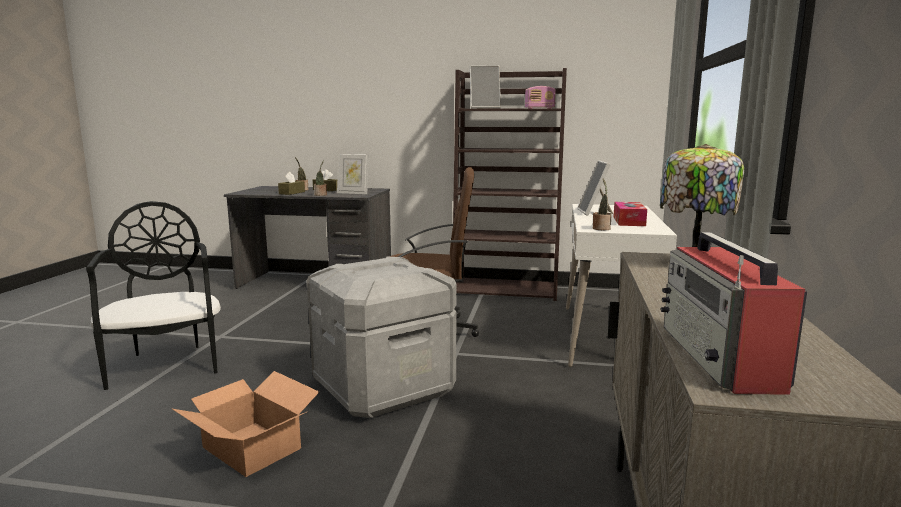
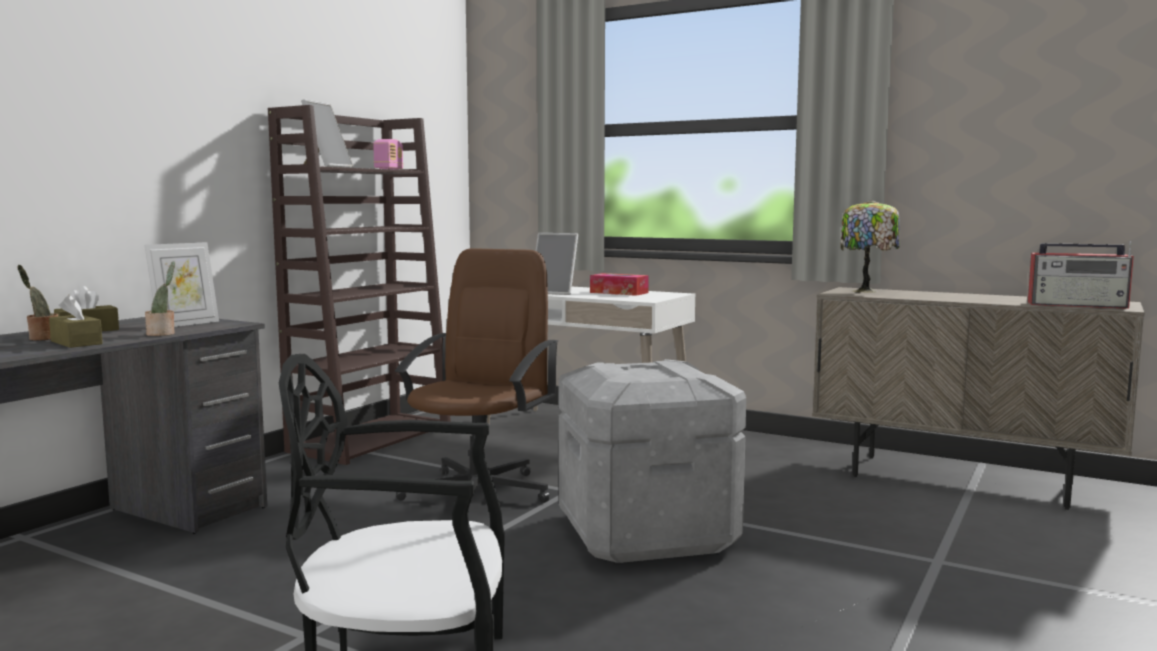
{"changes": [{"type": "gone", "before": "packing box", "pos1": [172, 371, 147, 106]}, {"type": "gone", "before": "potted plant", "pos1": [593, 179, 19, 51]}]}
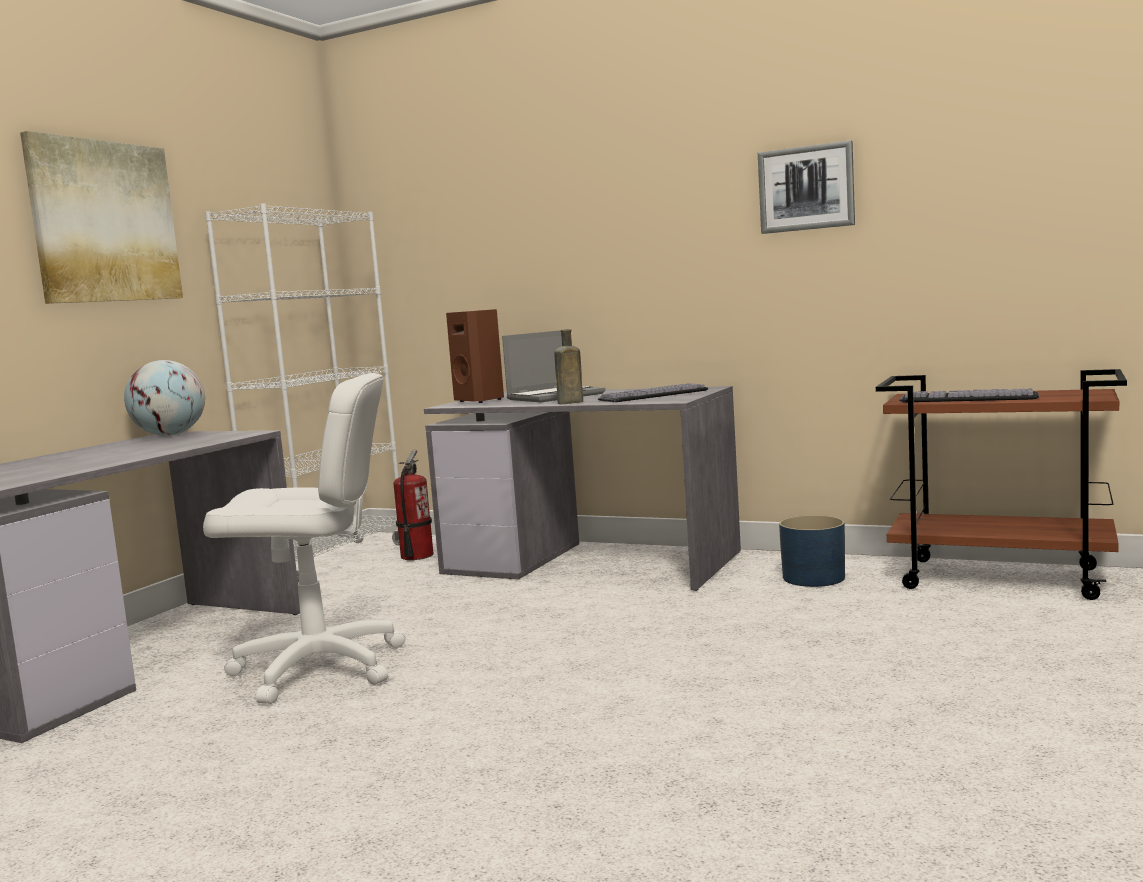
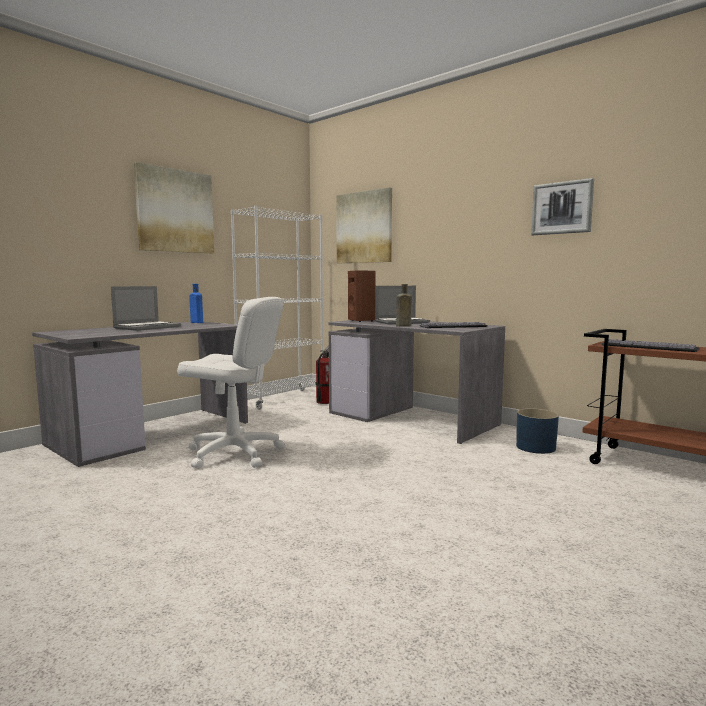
{"changes": [{"type": "swapped", "before": "desk globe", "after": "blue bottle", "pos1": [124, 360, 81, 76], "pos2": [189, 284, 14, 39]}, {"type": "new", "after": "laptop", "pos2": [111, 286, 70, 45]}, {"type": "new", "after": "wall art", "pos2": [336, 187, 56, 76]}]}
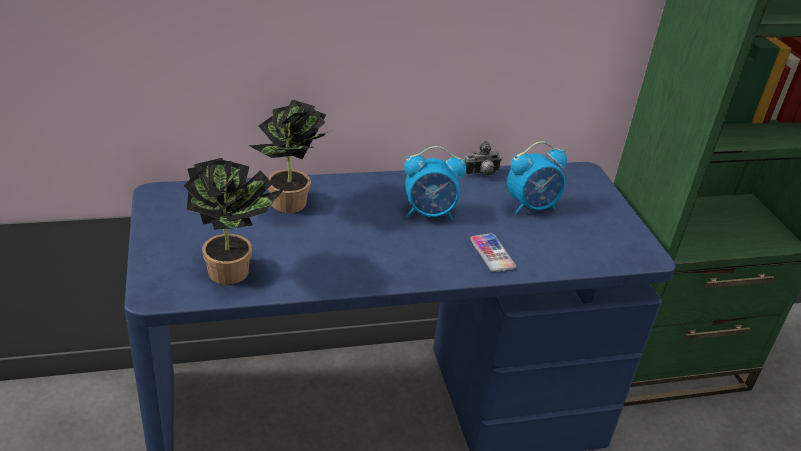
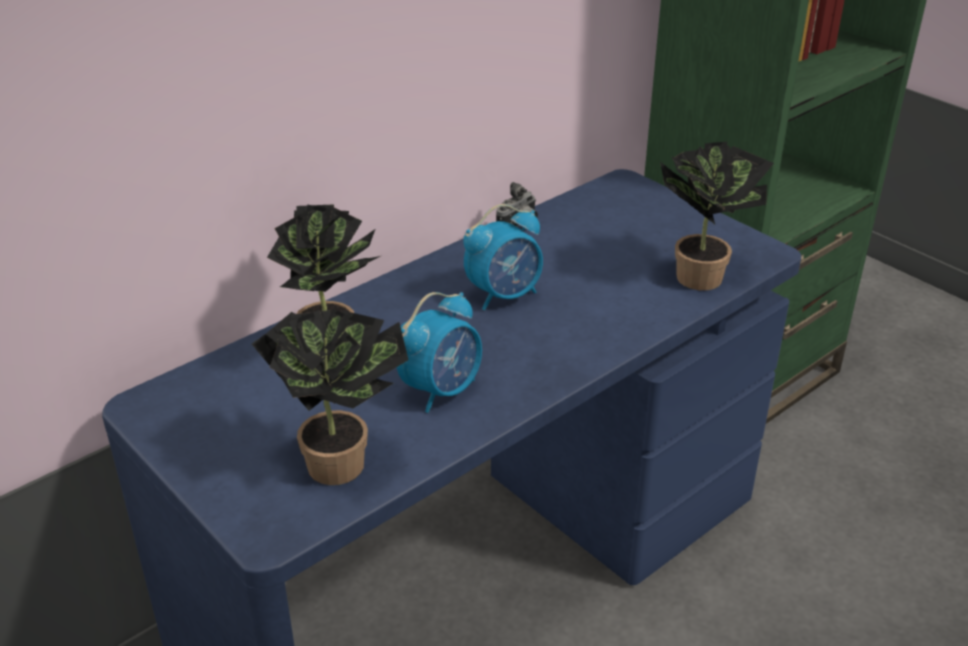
{"changes": [{"type": "gone", "before": "phone", "pos1": [470, 233, 46, 39]}, {"type": "shifted", "before": "bedside clock", "pos1": [507, 141, 60, 74], "pos2": [397, 292, 85, 121]}, {"type": "new", "after": "potted plant", "pos2": [660, 142, 114, 149]}]}
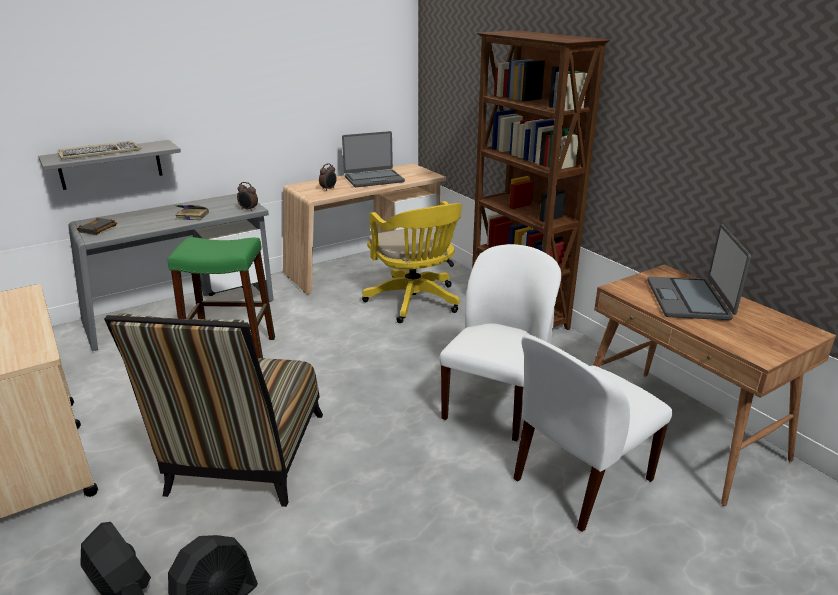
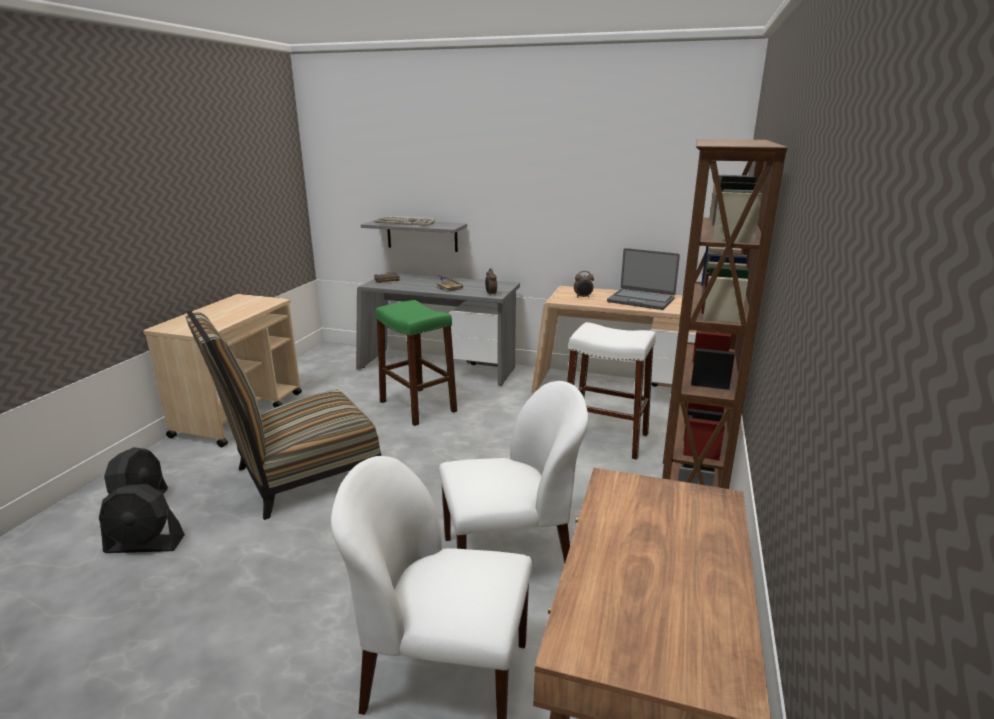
{"changes": [{"type": "swapped", "before": "yellowish desk chair", "after": "whitish stool", "pos1": [362, 201, 100, 122], "pos2": [567, 322, 89, 138]}, {"type": "gone", "before": "laptop", "pos1": [647, 224, 104, 96]}]}
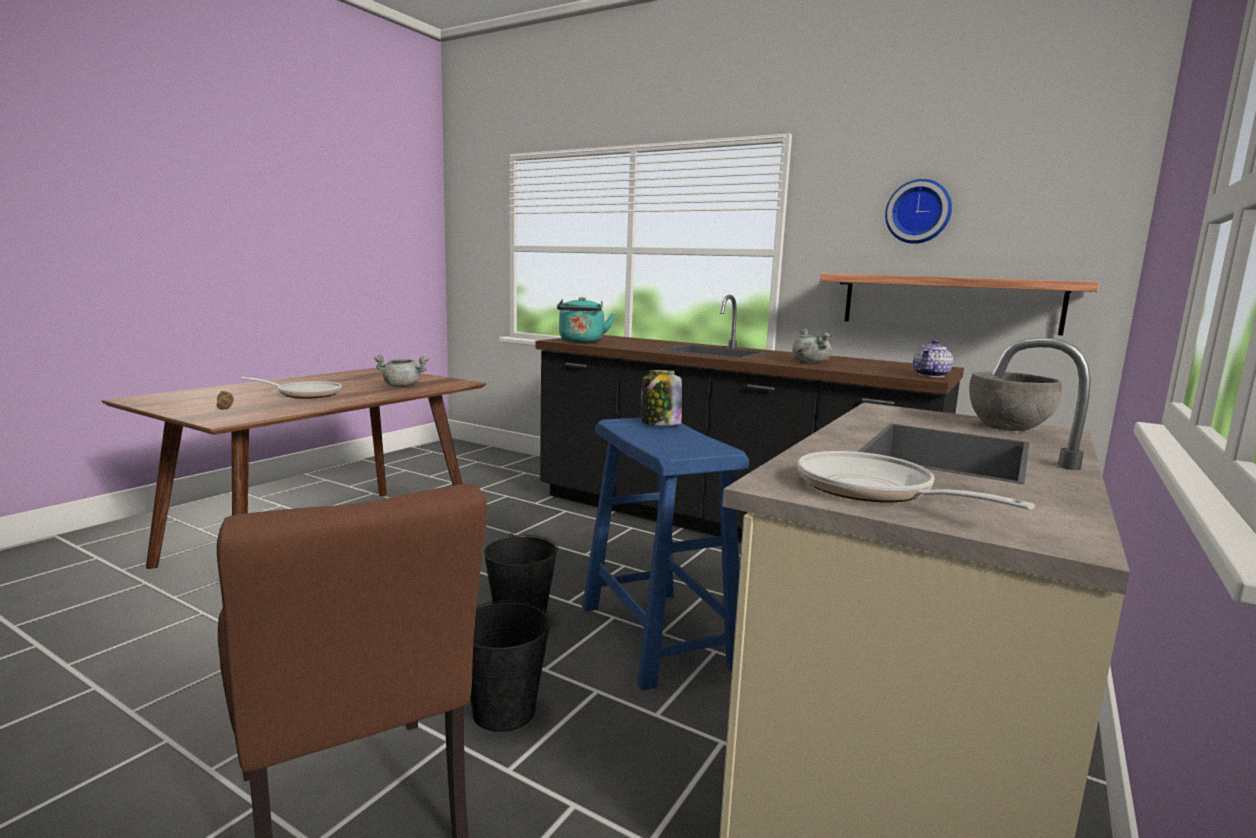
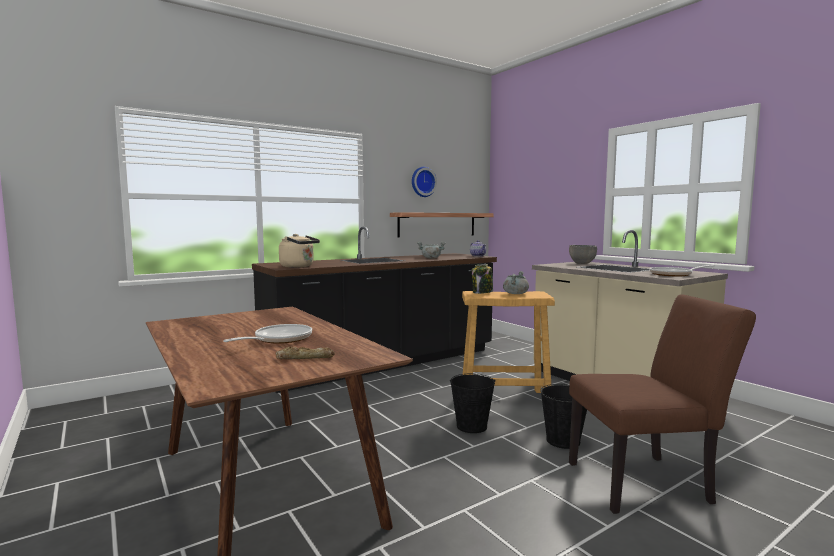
{"changes": [{"type": "shifted", "before": "gray stockpot", "pos1": [374, 355, 55, 32], "pos2": [503, 271, 26, 23]}, {"type": "repainted", "before": "turquoise-coloured kettle", "after": "sand-coloured kettle", "pos1": [557, 297, 57, 46], "pos2": [279, 234, 41, 34]}, {"type": "repainted", "before": "blue stool", "after": "sand-coloured stool", "pos1": [582, 418, 167, 273], "pos2": [462, 291, 93, 102]}]}
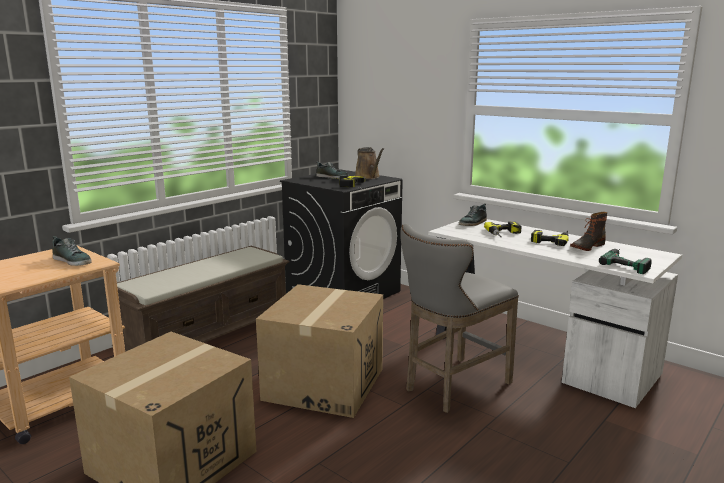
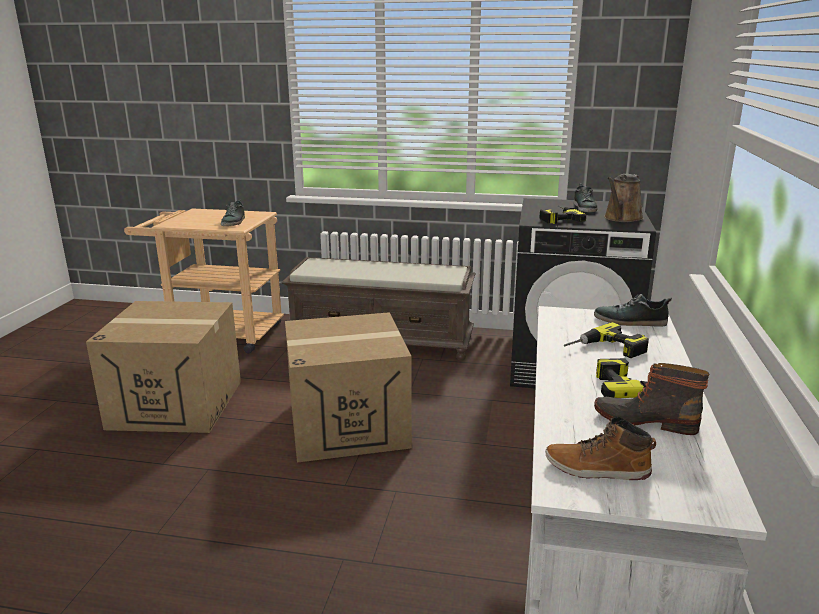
{"changes": [{"type": "gone", "before": "gray stool", "pos1": [400, 224, 119, 189]}, {"type": "swapped", "before": "electric drill", "after": "tall boot", "pos1": [599, 249, 53, 25], "pos2": [545, 417, 111, 63]}]}
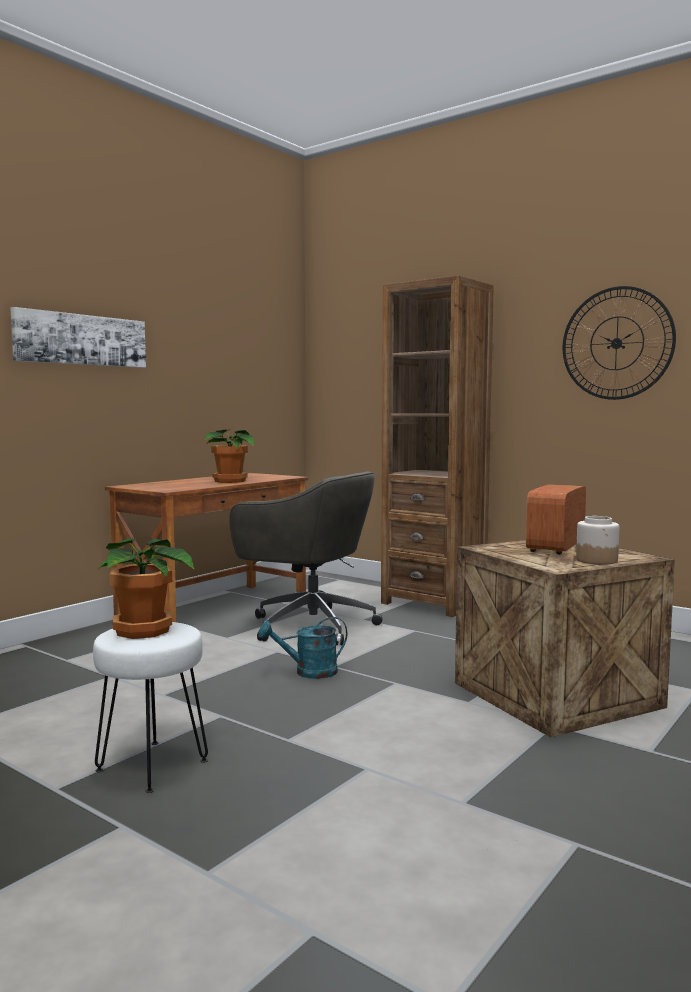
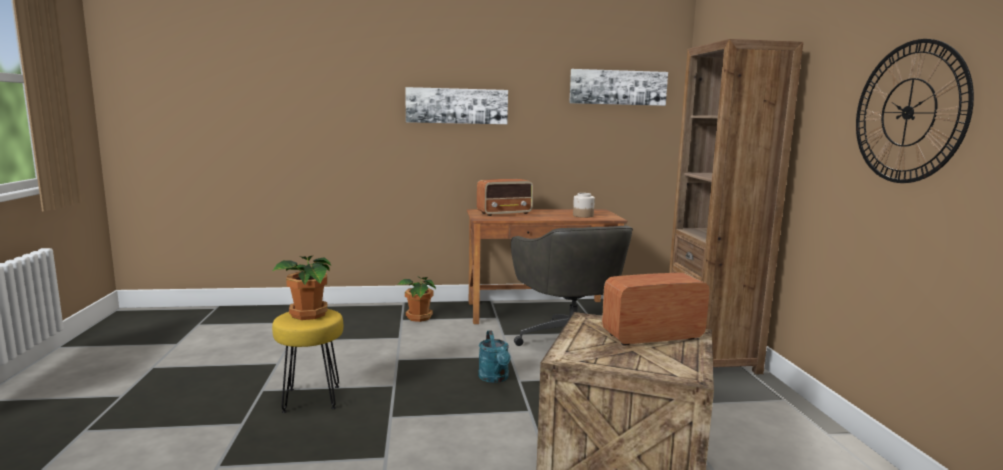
{"changes": [{"type": "repainted", "before": "whitish stool", "after": "yellowish stool", "pos1": [93, 622, 115, 171], "pos2": [272, 309, 71, 104]}, {"type": "shifted", "before": "potted plant", "pos1": [205, 429, 49, 54], "pos2": [398, 277, 38, 45]}, {"type": "rotated", "before": "turquoise-coloured watering pot", "pos1": [259, 617, 88, 62], "pos2": [478, 330, 33, 53], "turn": -135}, {"type": "shifted", "before": "preserve jar", "pos1": [576, 516, 43, 48], "pos2": [573, 193, 22, 25]}, {"type": "new", "after": "radio receiver", "pos2": [477, 179, 56, 37]}, {"type": "new", "after": "wall art", "pos2": [569, 69, 99, 37]}]}
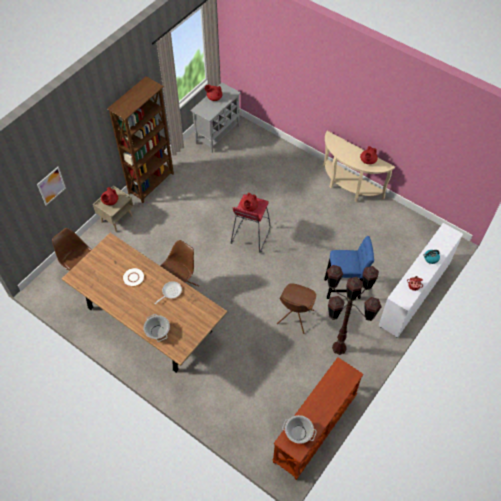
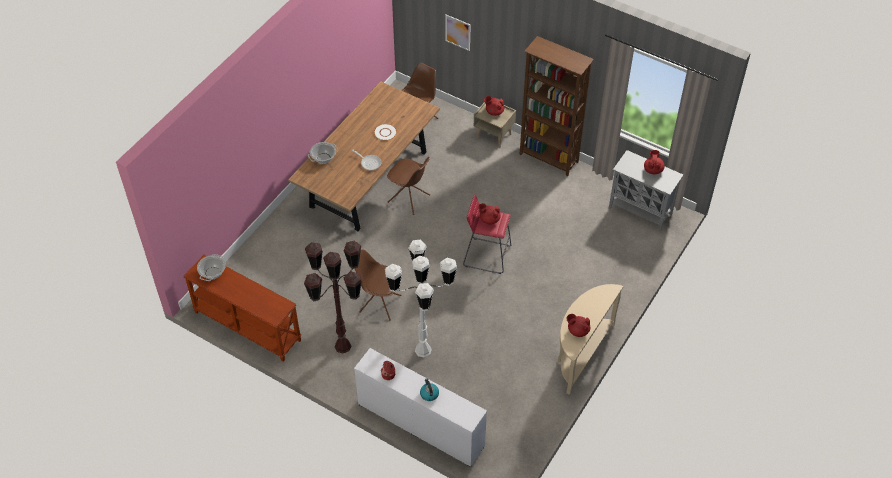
{"changes": [{"type": "swapped", "before": "blue stool", "after": "whitish standing lamp", "pos1": [324, 236, 50, 63], "pos2": [385, 240, 72, 118]}]}
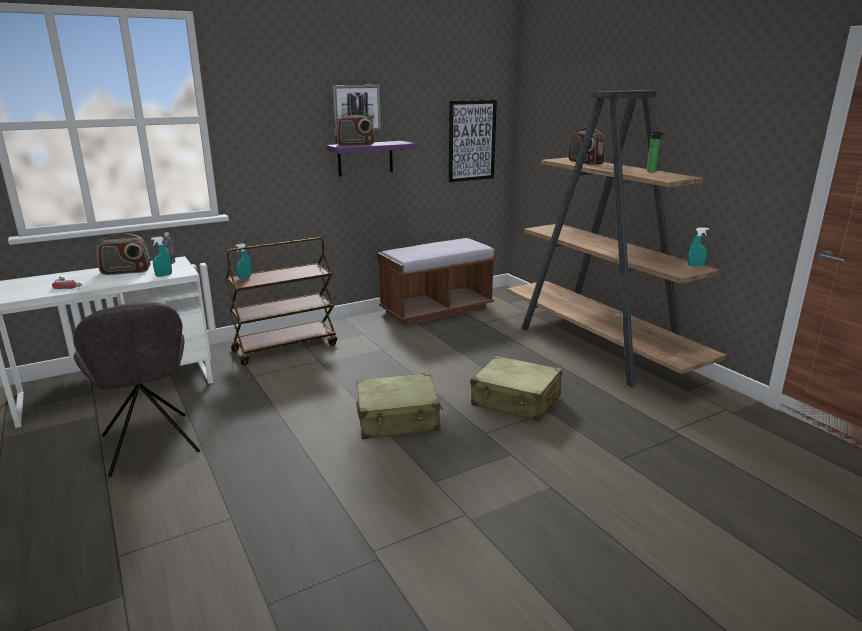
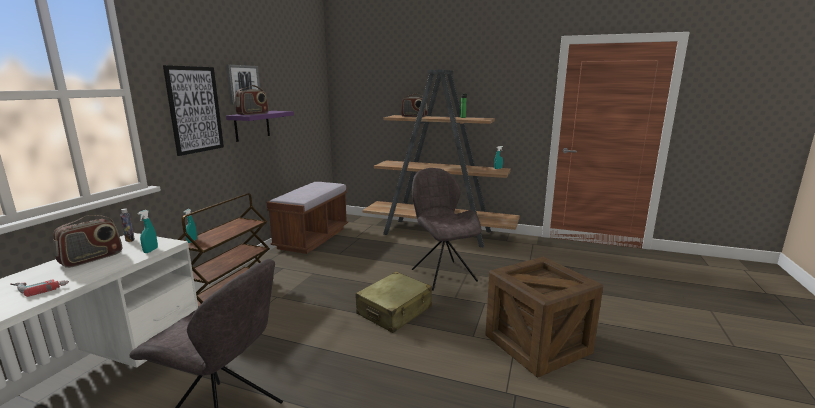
{"changes": [{"type": "shifted", "before": "wall art", "pos1": [449, 100, 48, 82], "pos2": [163, 65, 61, 91]}, {"type": "swapped", "before": "sand-coloured travel case", "after": "gray plain chair", "pos1": [471, 356, 91, 65], "pos2": [412, 168, 69, 123]}, {"type": "new", "after": "crate", "pos2": [485, 257, 118, 121]}]}
